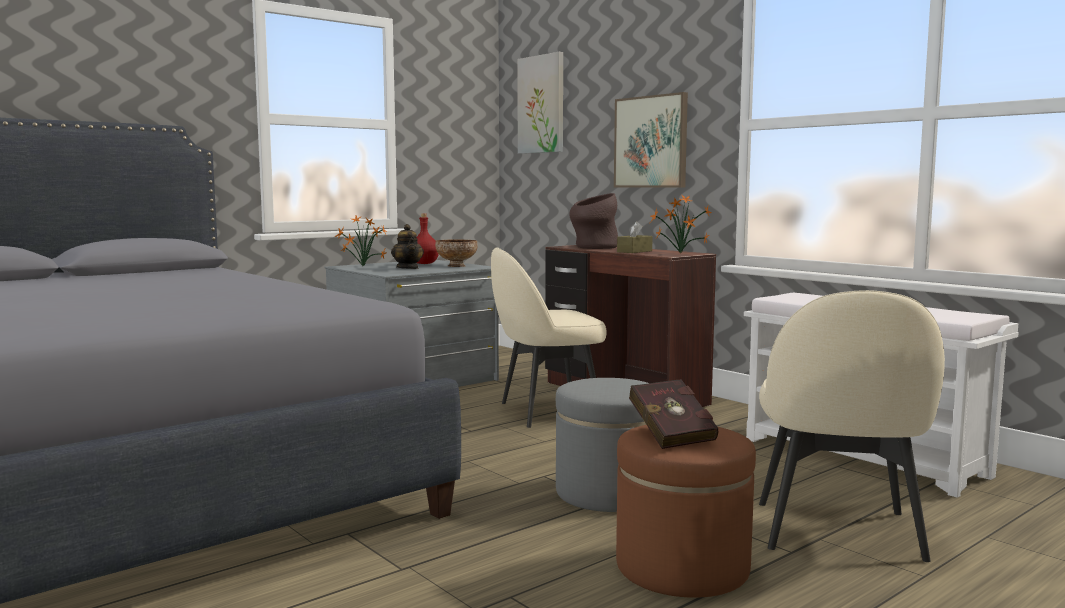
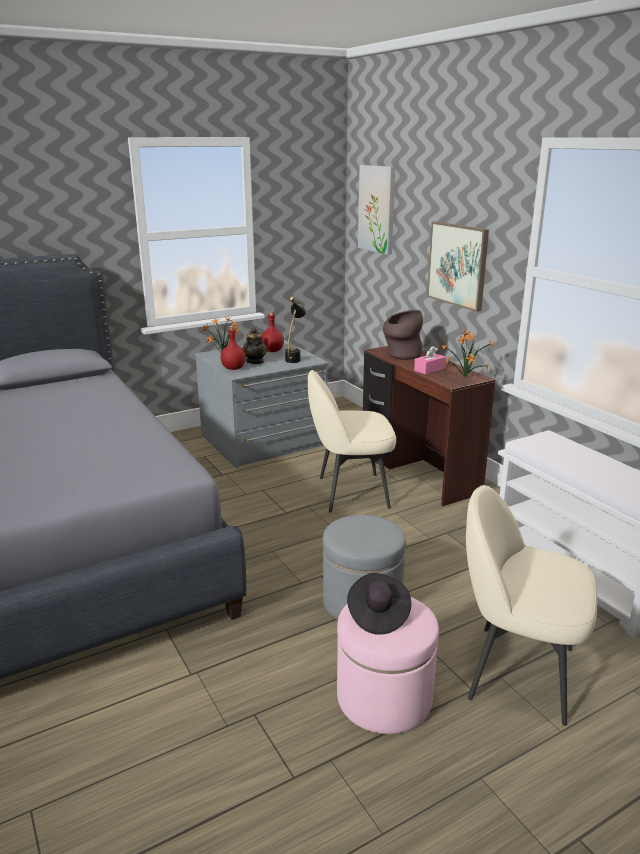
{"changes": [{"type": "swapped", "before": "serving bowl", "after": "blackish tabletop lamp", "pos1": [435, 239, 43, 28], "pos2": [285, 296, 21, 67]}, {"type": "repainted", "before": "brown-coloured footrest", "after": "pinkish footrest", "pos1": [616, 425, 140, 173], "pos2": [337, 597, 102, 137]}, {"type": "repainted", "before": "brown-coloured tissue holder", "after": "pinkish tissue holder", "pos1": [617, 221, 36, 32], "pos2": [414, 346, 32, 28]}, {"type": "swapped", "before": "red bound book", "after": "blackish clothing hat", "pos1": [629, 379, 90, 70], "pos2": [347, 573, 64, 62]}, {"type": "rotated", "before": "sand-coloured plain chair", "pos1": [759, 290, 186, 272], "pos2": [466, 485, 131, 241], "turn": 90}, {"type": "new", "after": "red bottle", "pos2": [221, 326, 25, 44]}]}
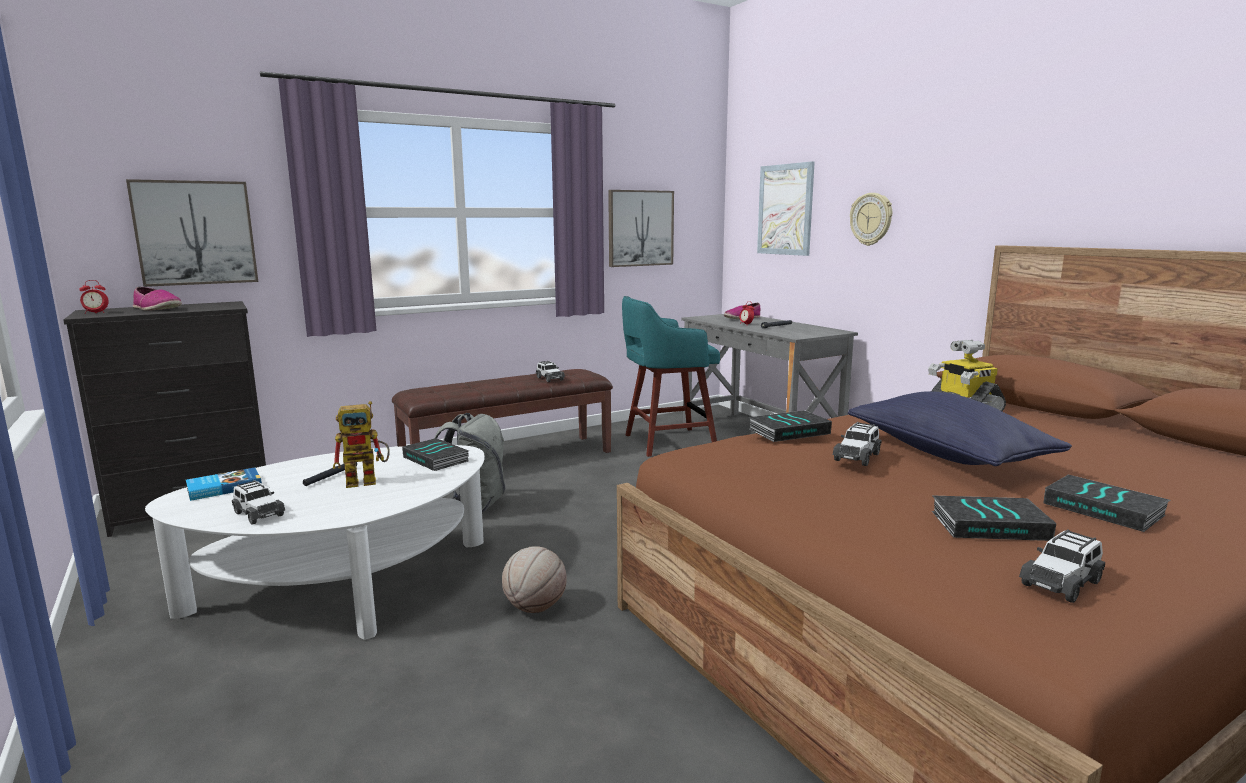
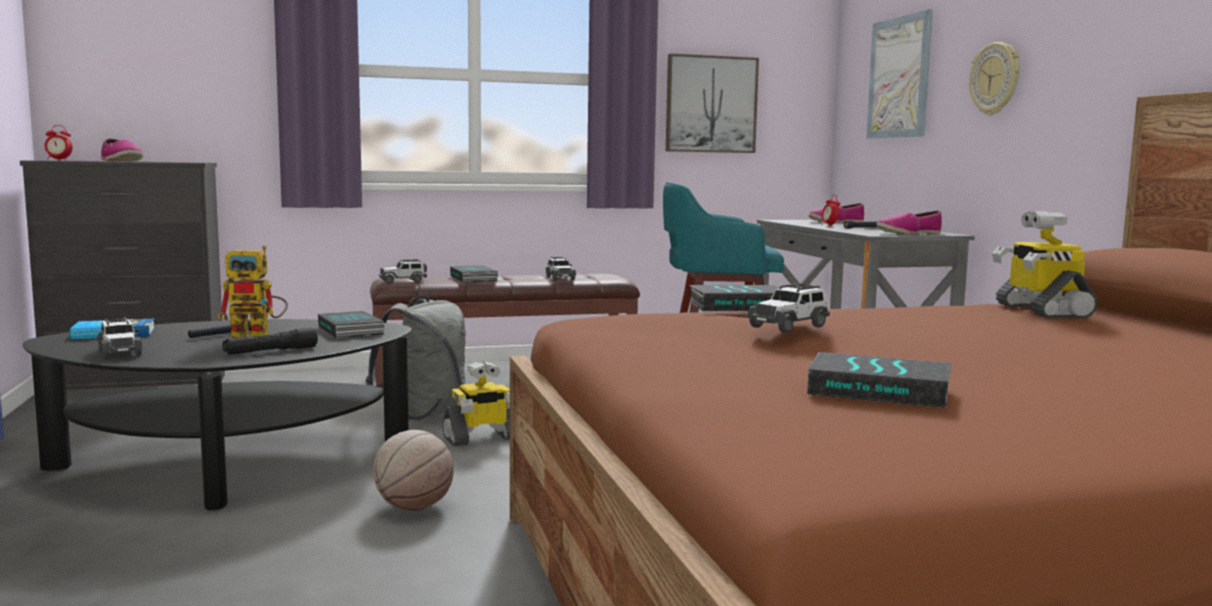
{"changes": [{"type": "gone", "before": "wall art", "pos1": [126, 179, 132, 108]}, {"type": "repainted", "before": "whitish low table", "after": "blackish low table", "pos1": [145, 445, 340, 195], "pos2": [22, 319, 389, 191]}, {"type": "gone", "before": "blue throw pillow", "pos1": [848, 391, 224, 75]}, {"type": "shifted", "before": "miniature car", "pos1": [1019, 530, 86, 73], "pos2": [378, 259, 49, 24]}, {"type": "shifted", "before": "bound book", "pos1": [1043, 475, 127, 57], "pos2": [450, 265, 48, 18]}, {"type": "new", "after": "blackish torch", "pos2": [223, 328, 95, 27]}, {"type": "new", "after": "toy robot", "pos2": [442, 361, 68, 85]}, {"type": "new", "after": "shoe", "pos2": [876, 210, 66, 24]}]}
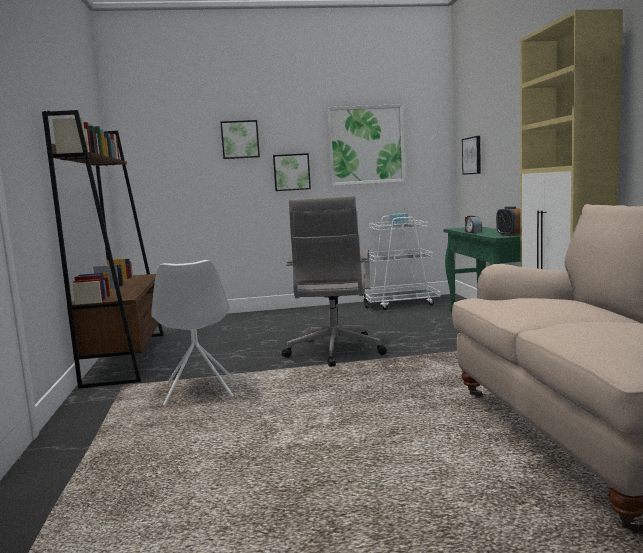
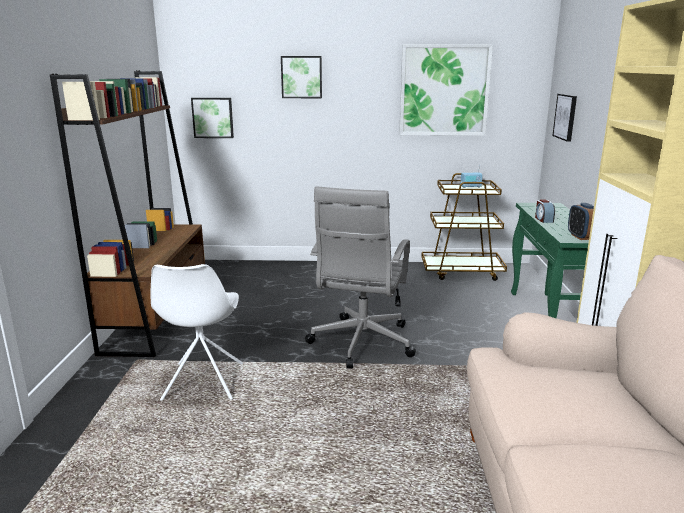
{"changes": [{"type": "shifted", "before": "wall art", "pos1": [273, 153, 38, 38], "pos2": [191, 98, 43, 40]}, {"type": "repainted", "before": "whitish trolley", "after": "brown-coloured trolley", "pos1": [363, 216, 78, 94], "pos2": [421, 173, 86, 108]}]}
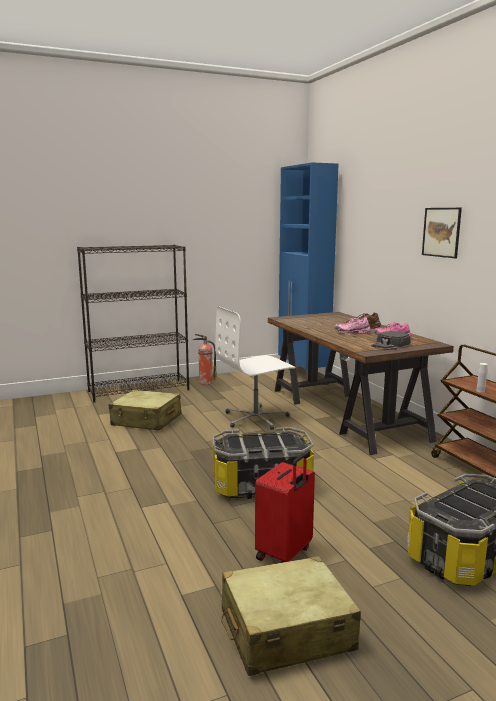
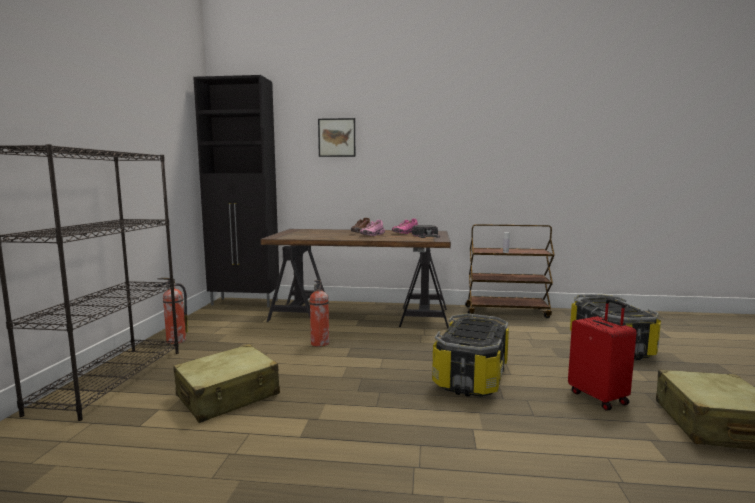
{"changes": [{"type": "swapped", "before": "whitish desk chair", "after": "extinguisher", "pos1": [215, 306, 80, 124], "pos2": [310, 280, 19, 67]}, {"type": "repainted", "before": "blue cabinet", "after": "blackish cabinet", "pos1": [278, 162, 61, 219], "pos2": [193, 75, 86, 232]}, {"type": "shifted", "before": "wall art", "pos1": [422, 208, 40, 50], "pos2": [318, 118, 37, 39]}]}
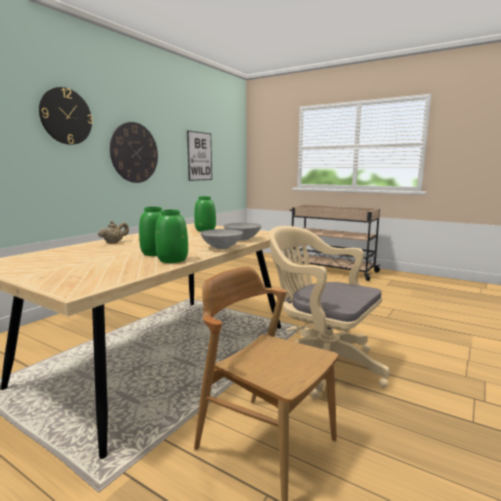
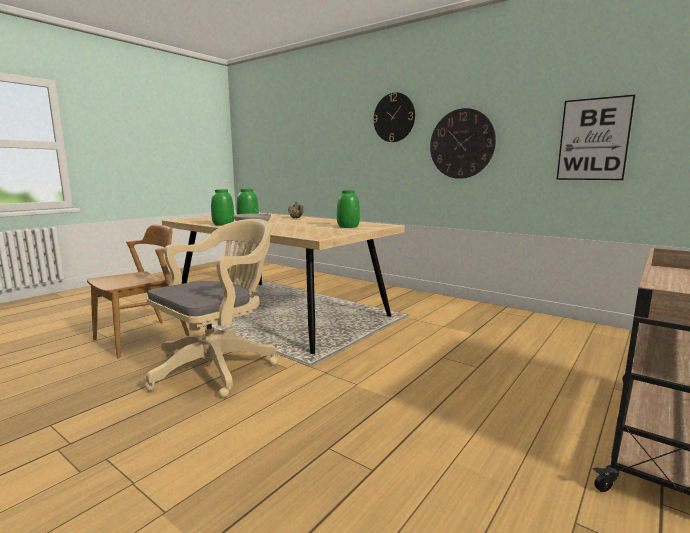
{"changes": [{"type": "gone", "before": "gray serving bowl", "pos1": [224, 223, 37, 18]}]}
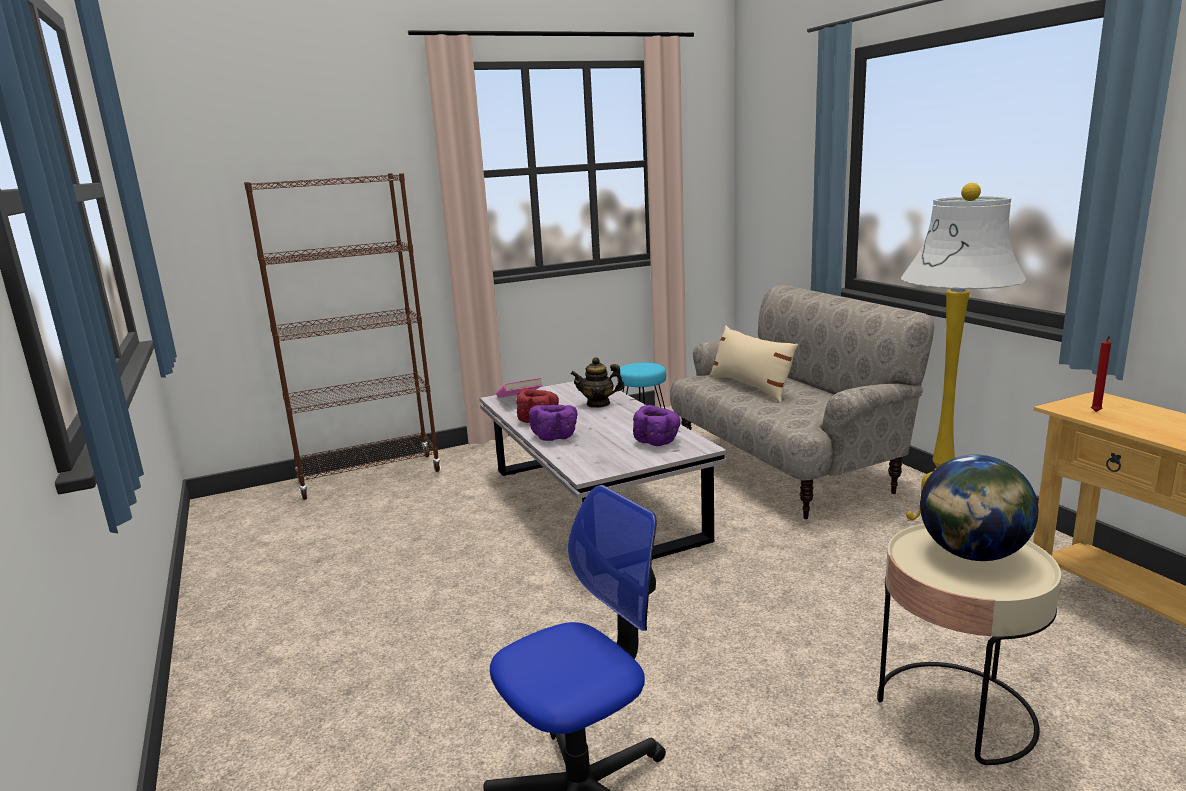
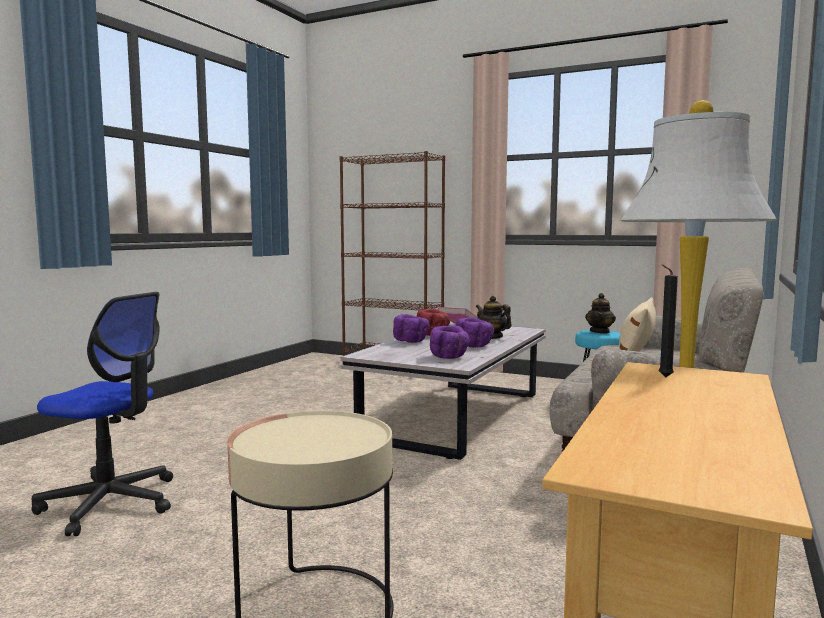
{"changes": [{"type": "gone", "before": "desk globe", "pos1": [920, 455, 118, 106]}, {"type": "repainted", "before": "red wax light", "after": "blackish wax light", "pos1": [1091, 336, 20, 76], "pos2": [659, 264, 19, 113]}, {"type": "new", "after": "purple serving bowl", "pos2": [456, 317, 38, 31]}, {"type": "new", "after": "pot for tea", "pos2": [585, 293, 31, 41]}]}
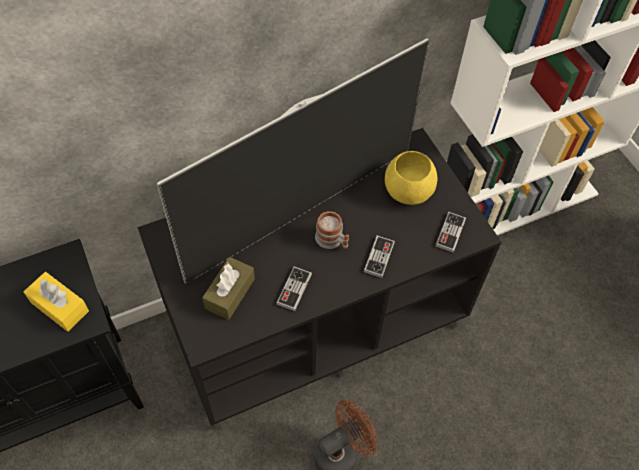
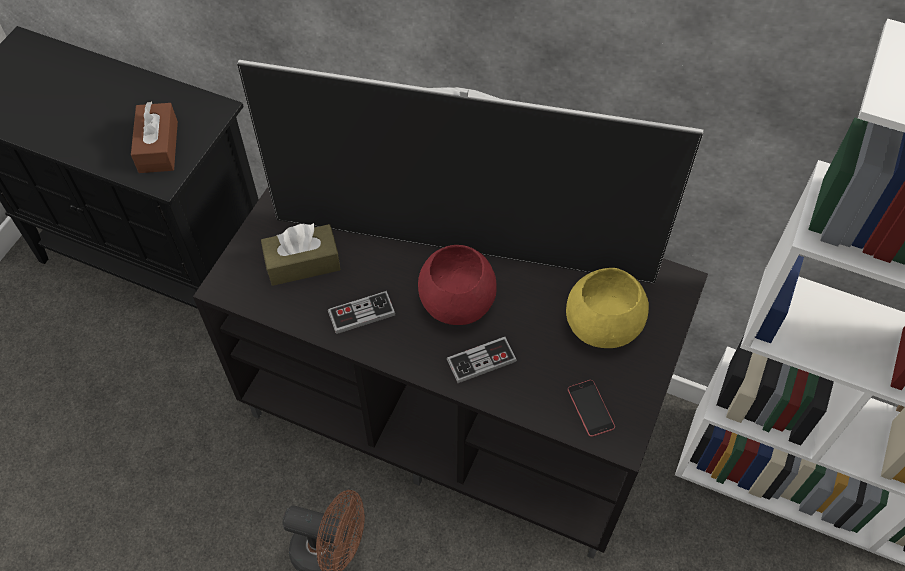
{"changes": [{"type": "repainted", "before": "yellowish tissue holder", "after": "brown-coloured tissue holder", "pos1": [23, 272, 66, 60], "pos2": [131, 101, 47, 72]}, {"type": "swapped", "before": "coffee mug", "after": "red serving bowl", "pos1": [315, 211, 34, 38], "pos2": [418, 245, 79, 80]}, {"type": "swapped", "before": "joypad", "after": "phone", "pos1": [435, 212, 31, 41], "pos2": [568, 380, 47, 57]}]}
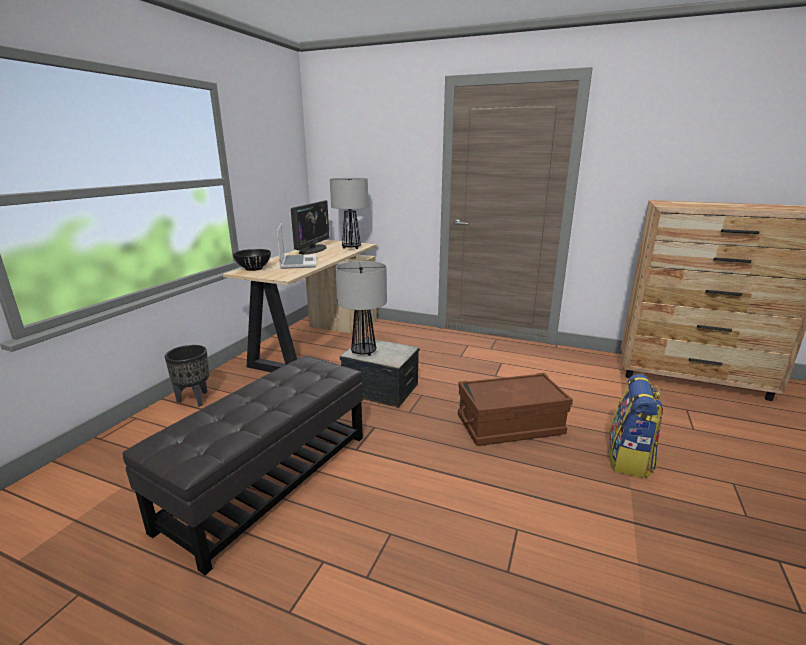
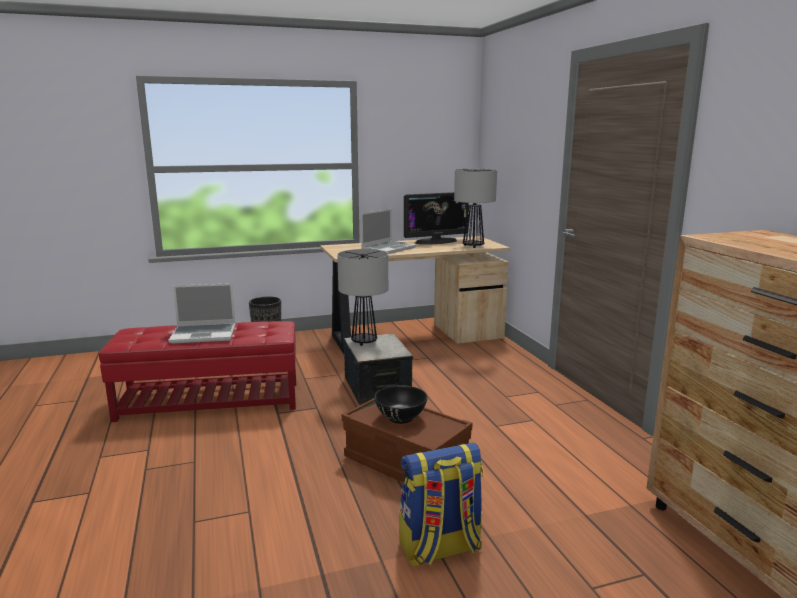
{"changes": [{"type": "repainted", "before": "blackish footrest", "after": "red footrest", "pos1": [122, 356, 241, 219], "pos2": [99, 321, 197, 101]}, {"type": "shifted", "before": "blackish serving bowl", "pos1": [233, 249, 38, 22], "pos2": [374, 385, 54, 39]}, {"type": "new", "after": "laptop", "pos2": [168, 283, 68, 61]}]}
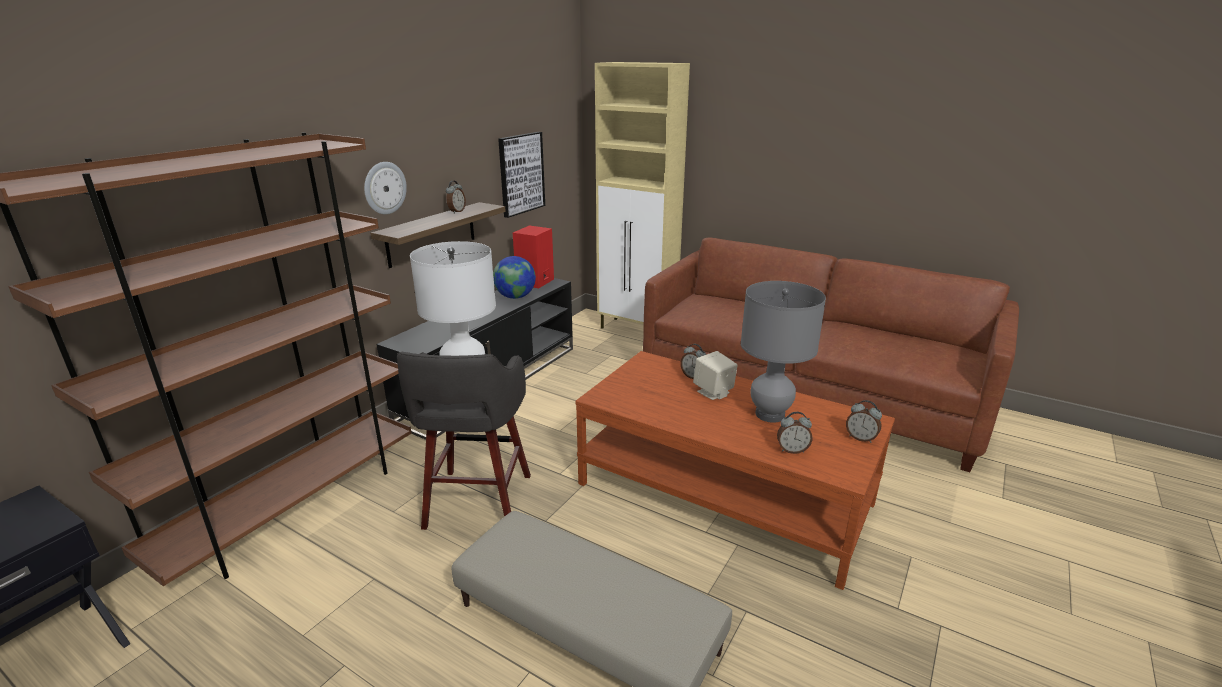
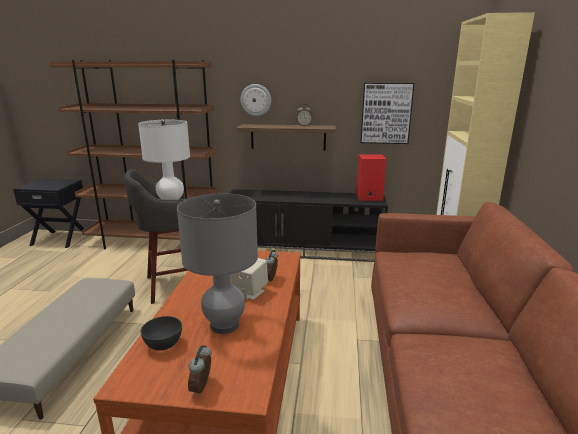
{"changes": [{"type": "gone", "before": "desk globe", "pos1": [493, 256, 43, 43]}, {"type": "swapped", "before": "bedside clock", "after": "gray serving bowl", "pos1": [777, 412, 36, 42], "pos2": [141, 316, 41, 35]}]}
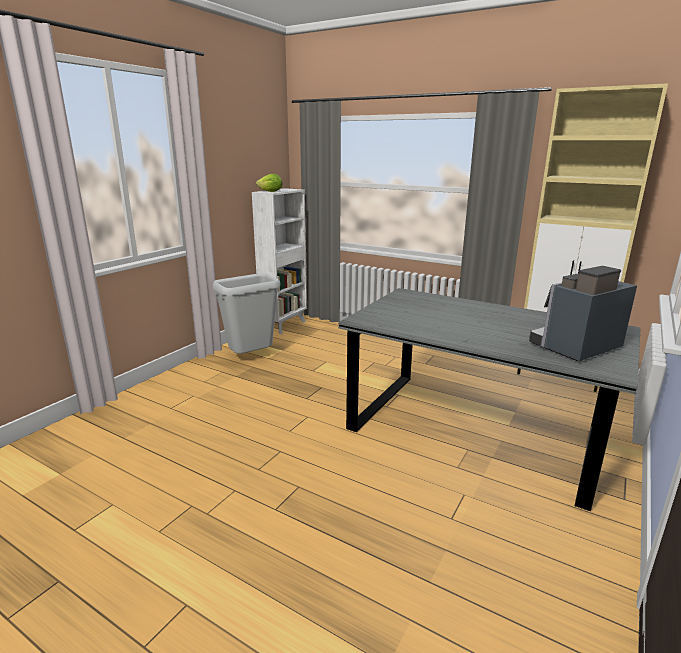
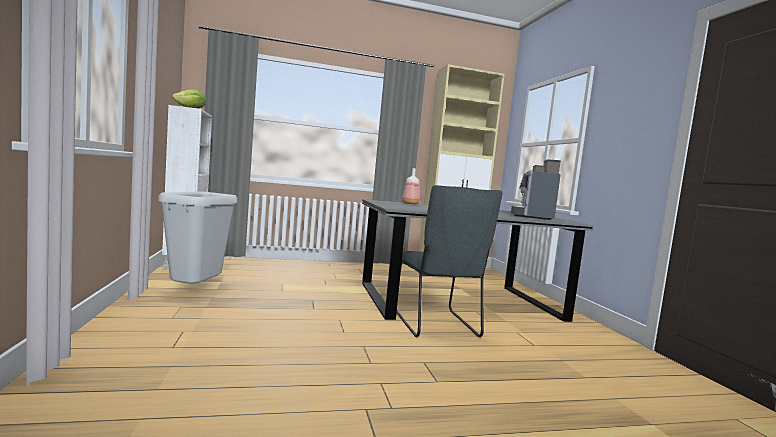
{"changes": [{"type": "new", "after": "gray plain chair", "pos2": [397, 185, 105, 152]}, {"type": "new", "after": "bottle", "pos2": [402, 168, 18, 37]}]}
